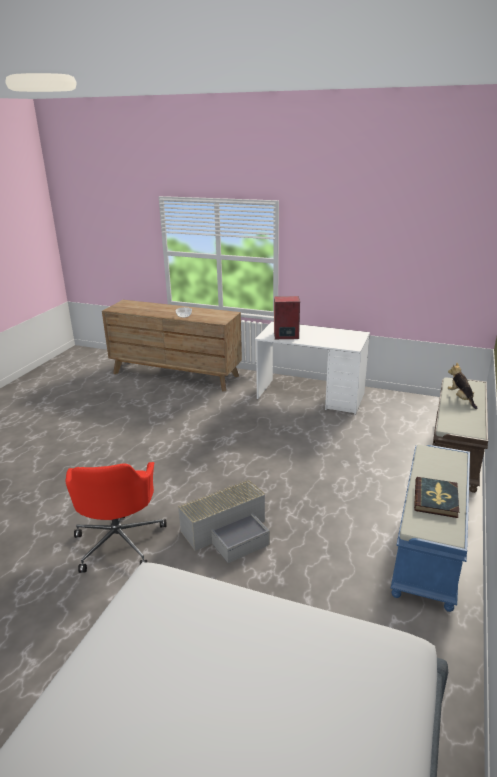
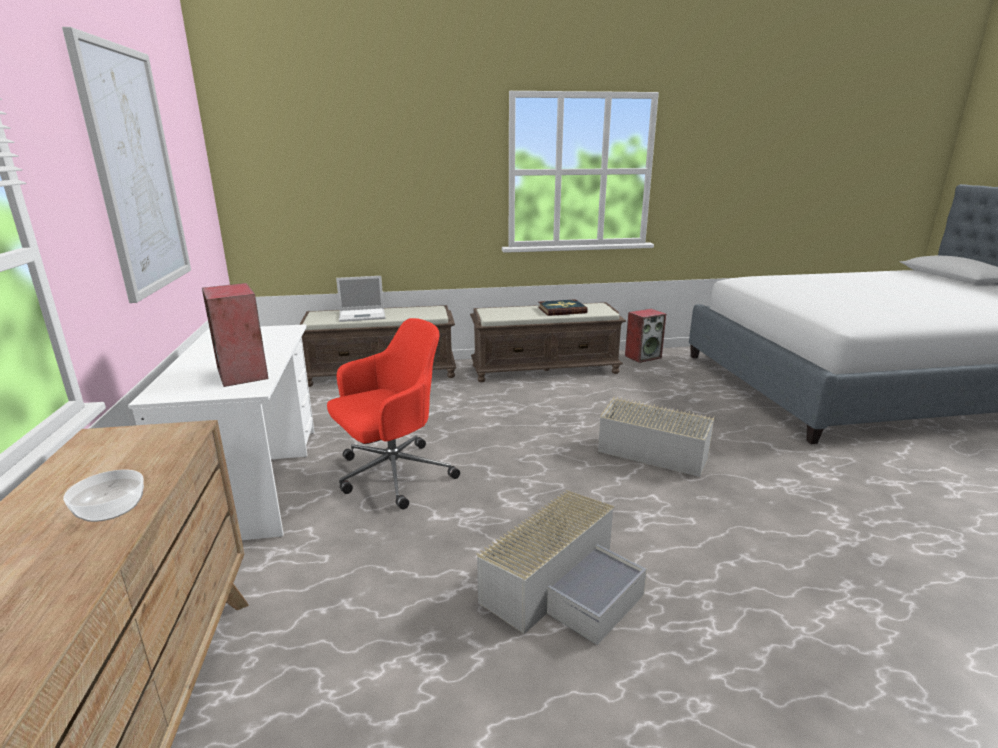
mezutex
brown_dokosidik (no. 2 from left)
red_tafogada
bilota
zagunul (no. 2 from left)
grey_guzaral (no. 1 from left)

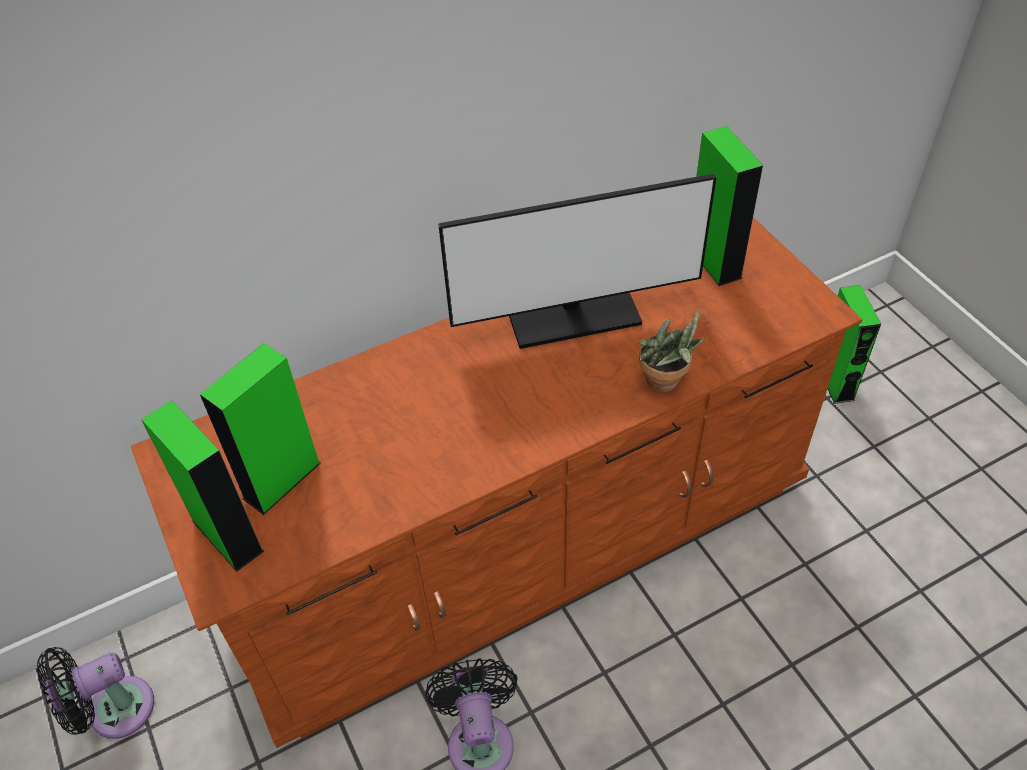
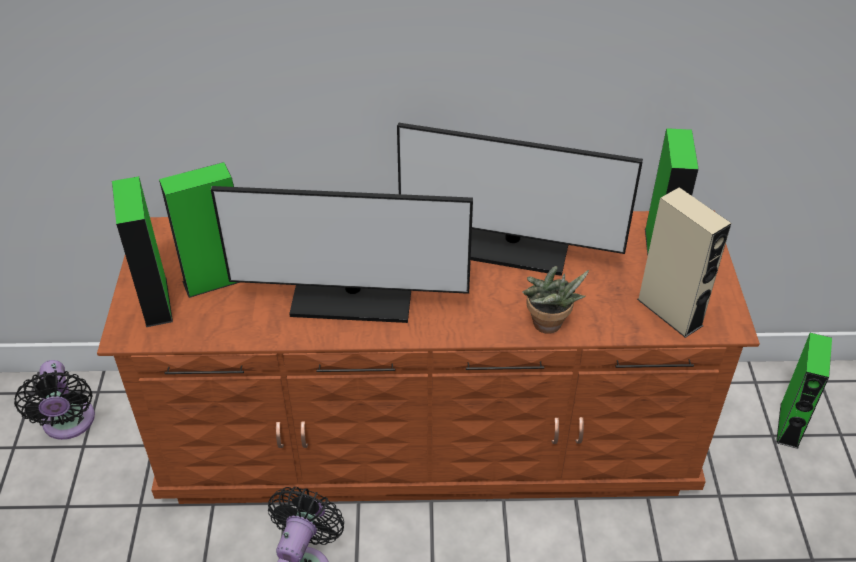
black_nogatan (no. 1 from left)
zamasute (no. 1 from left)
beige_zagunul

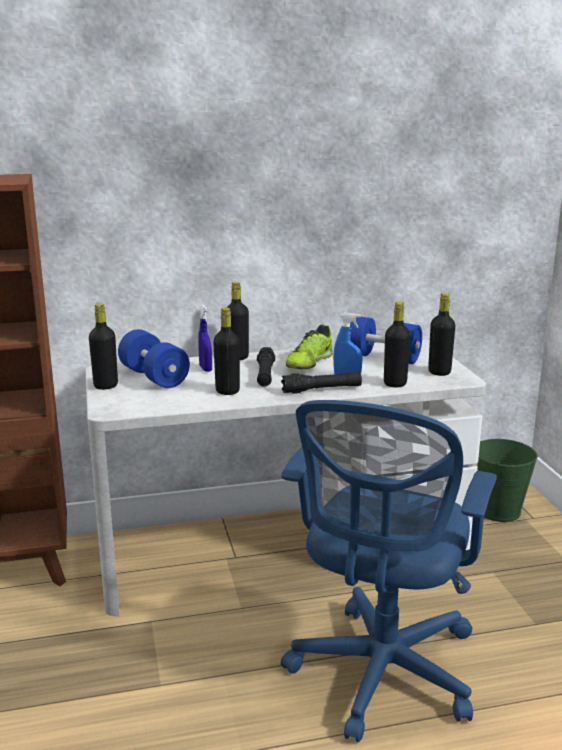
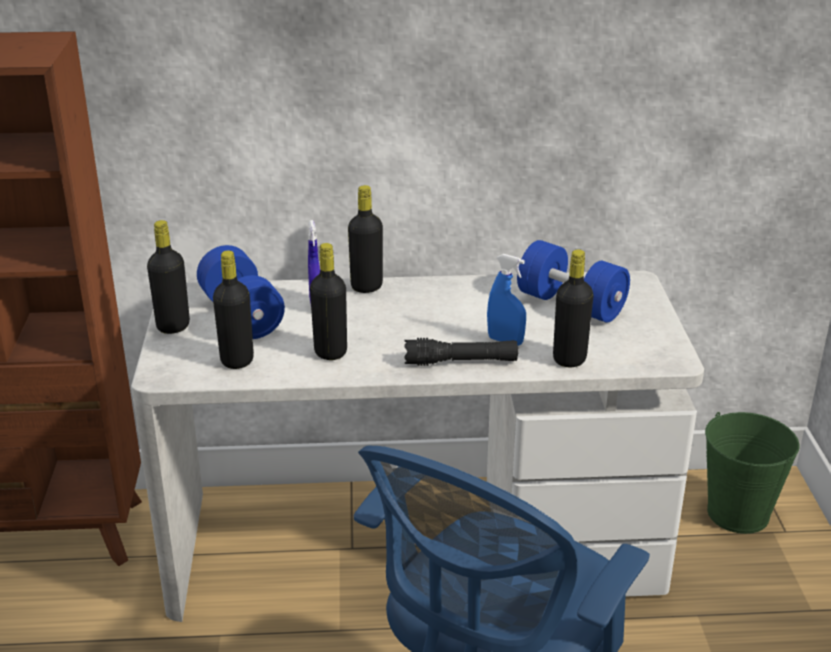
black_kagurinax (no. 2 from left)
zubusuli
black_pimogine (no. 1 from left in the first image)

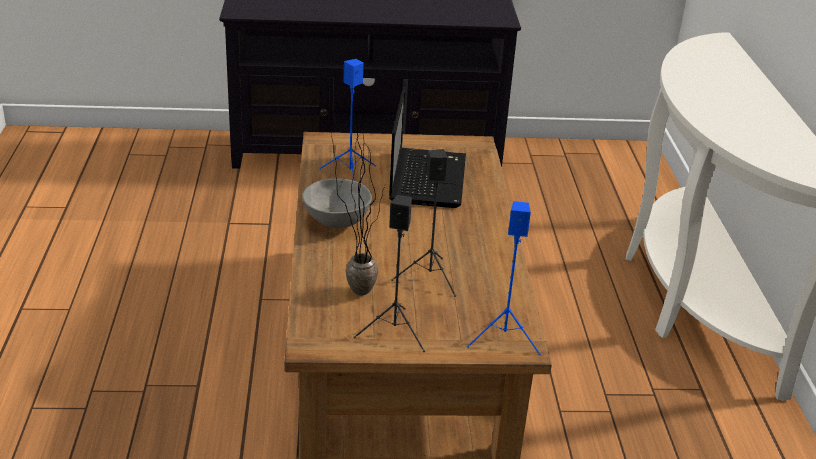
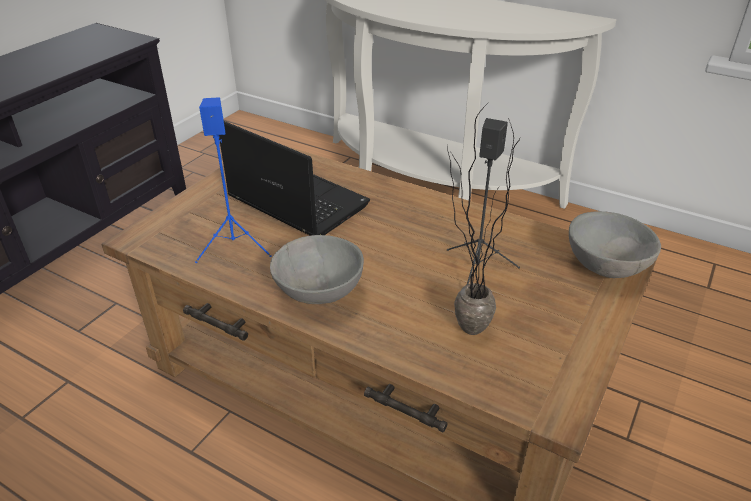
black_zagunul (no. 1 from left in the first image)
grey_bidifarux (no. 2 from left)

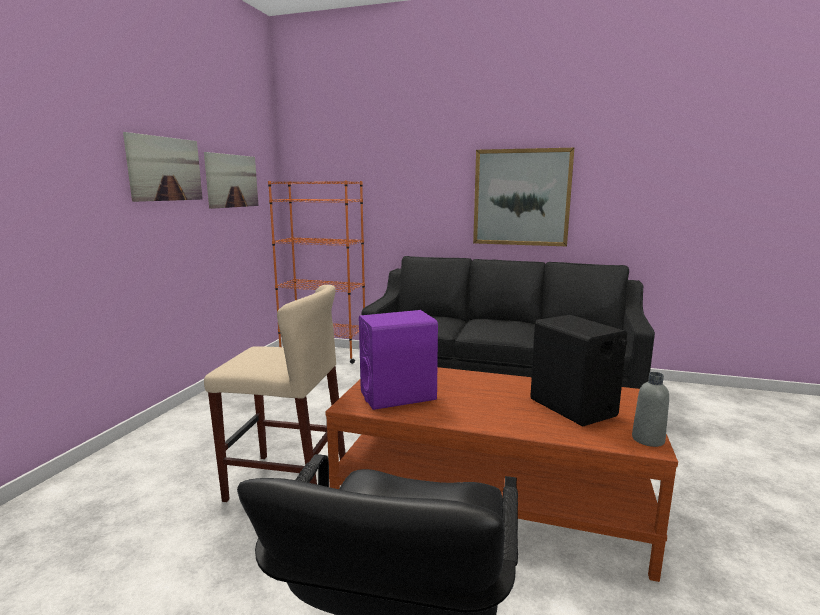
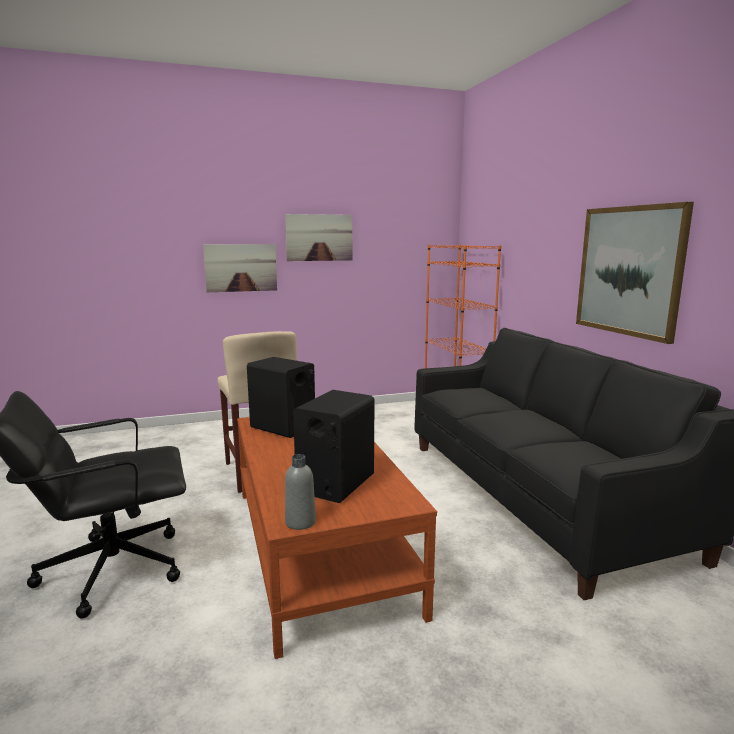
bilota (no. 1 from left)
black_zagunul (no. 1 from left)

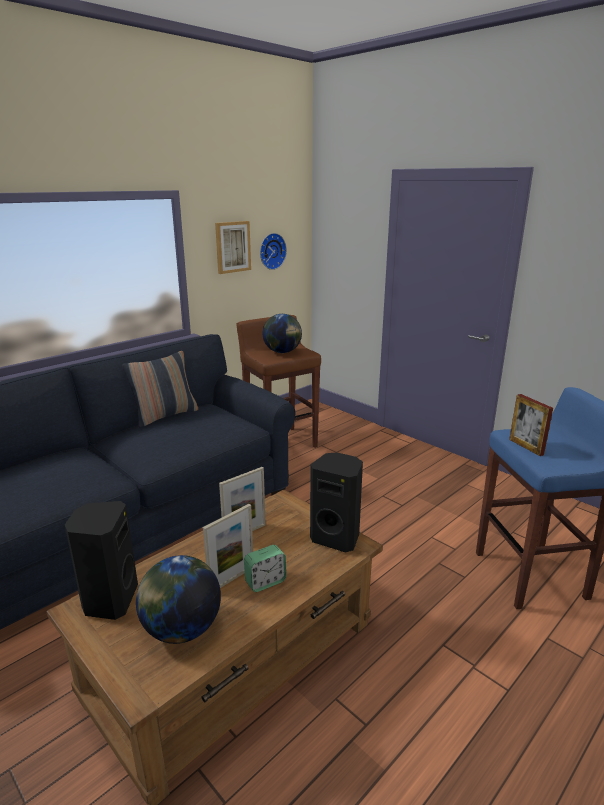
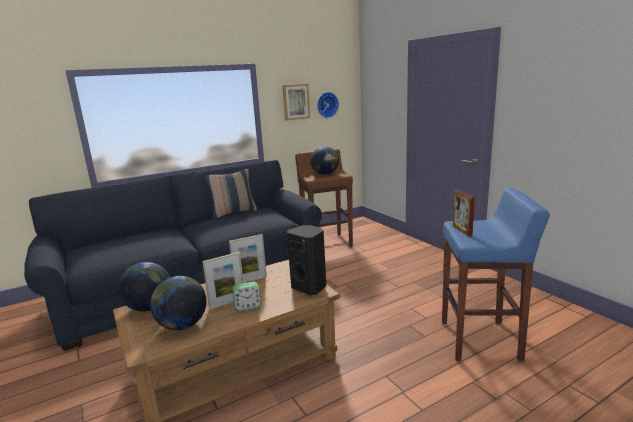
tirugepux (no. 1 from left)

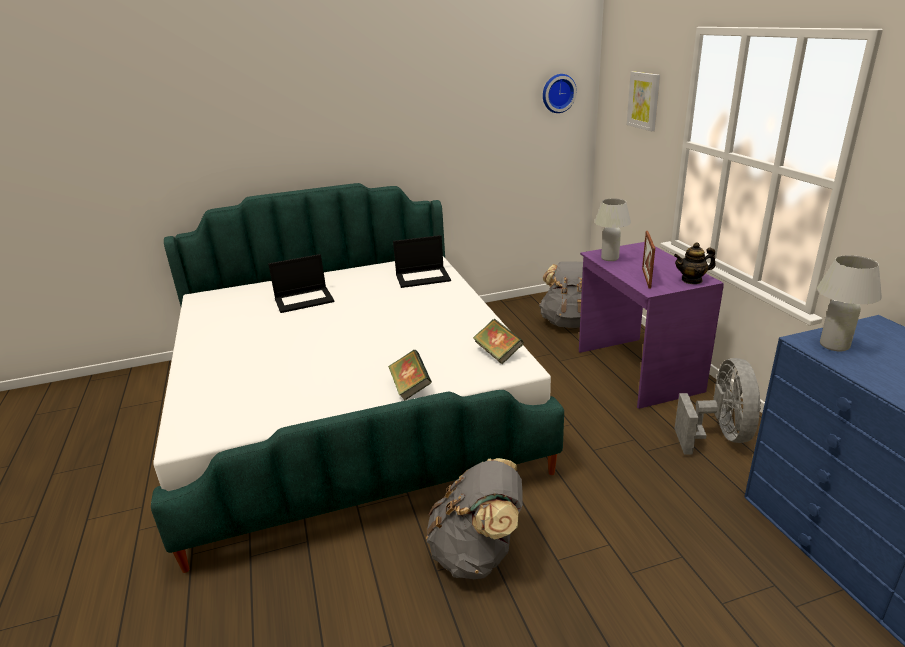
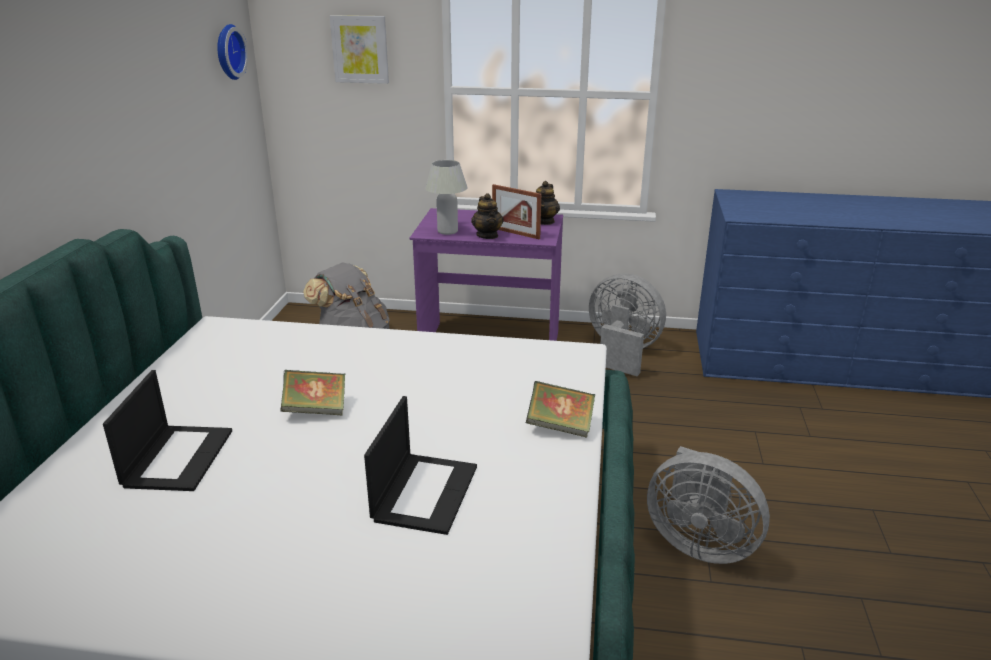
mezutex (no. 2 from left)
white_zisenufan (no. 2 from left in the first image)
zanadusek (no. 1 from left)
grey_nogatan (no. 2 from left)
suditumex (no. 1 from left)

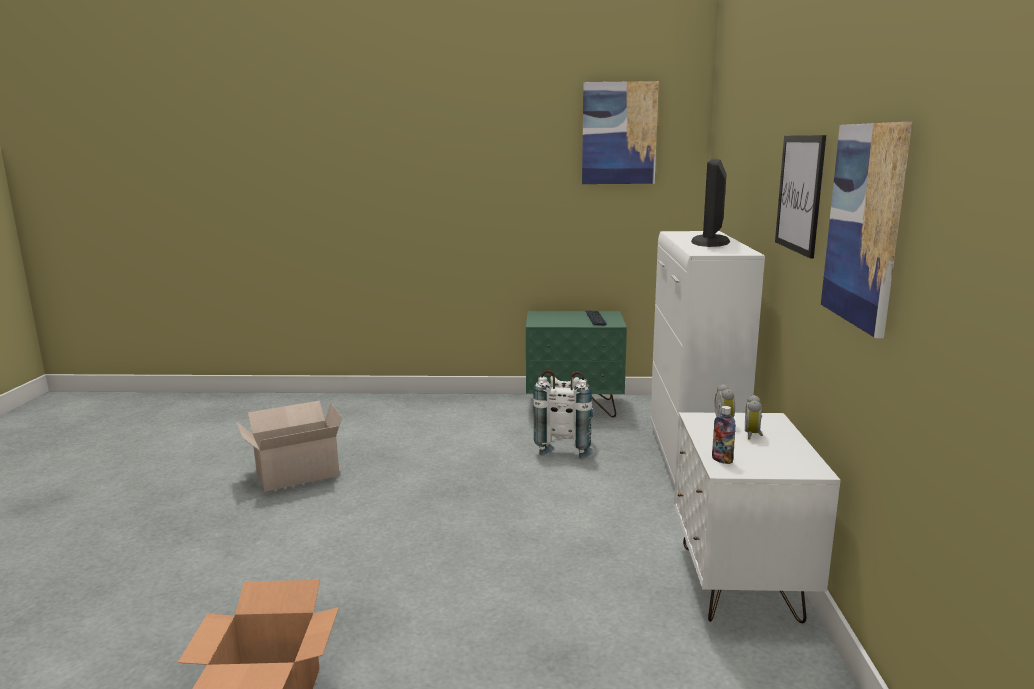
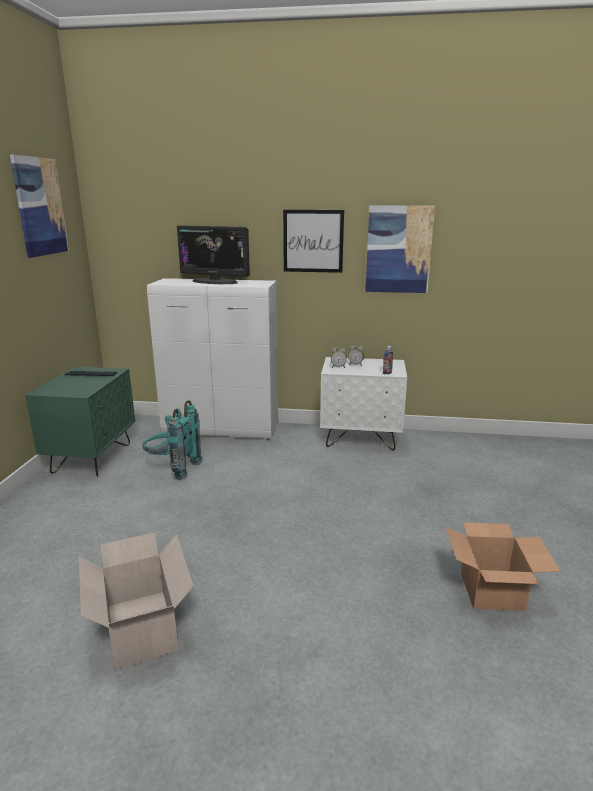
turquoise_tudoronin

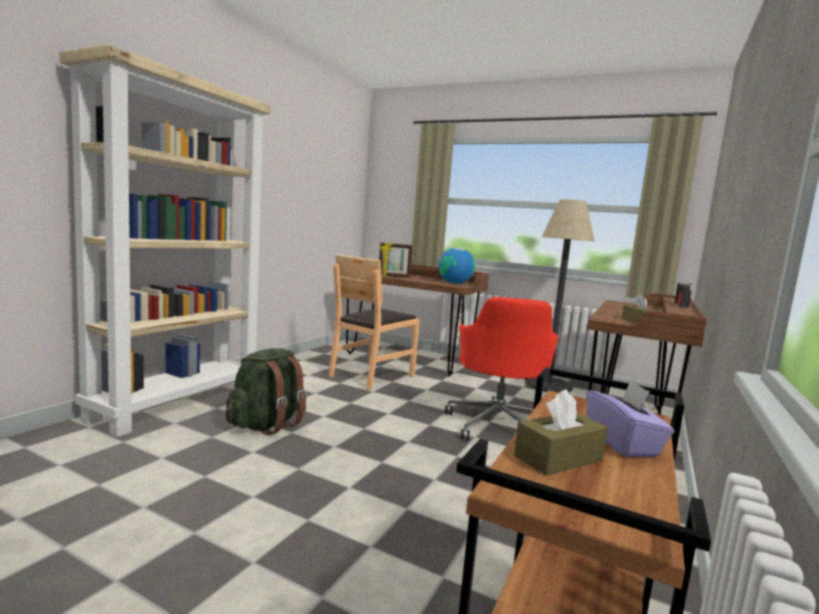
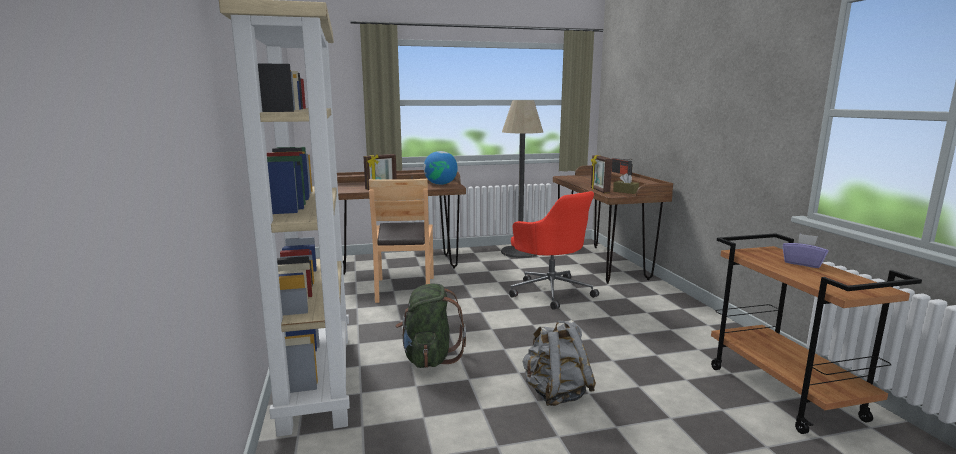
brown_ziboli (no. 1 from left in the first image)
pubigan (no. 2 from left)
grey_tudoronin

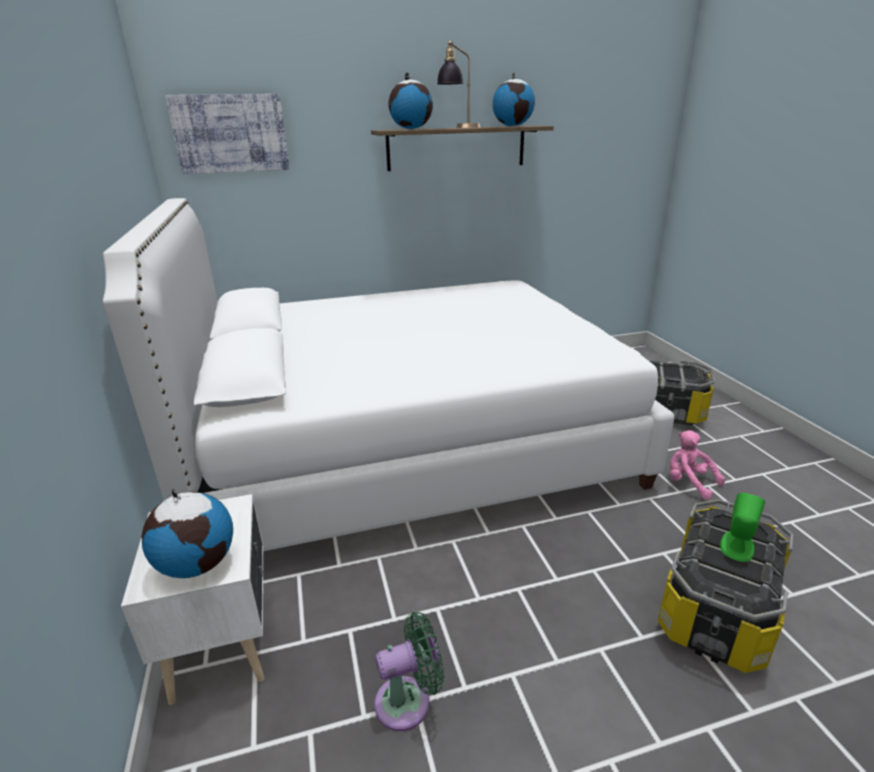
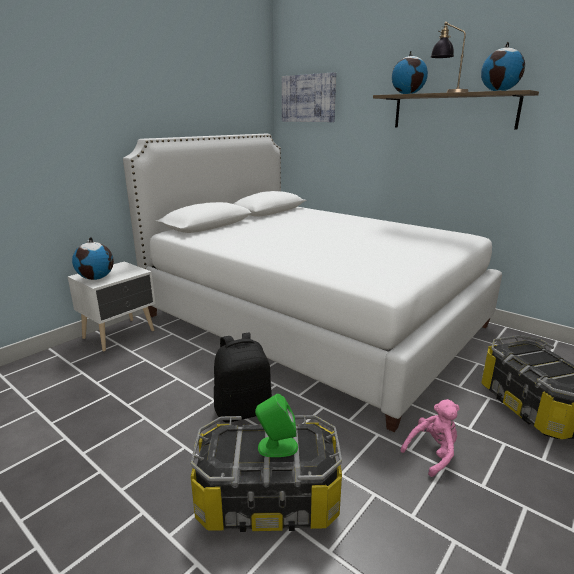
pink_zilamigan
green_nogatan
black_tudoronin

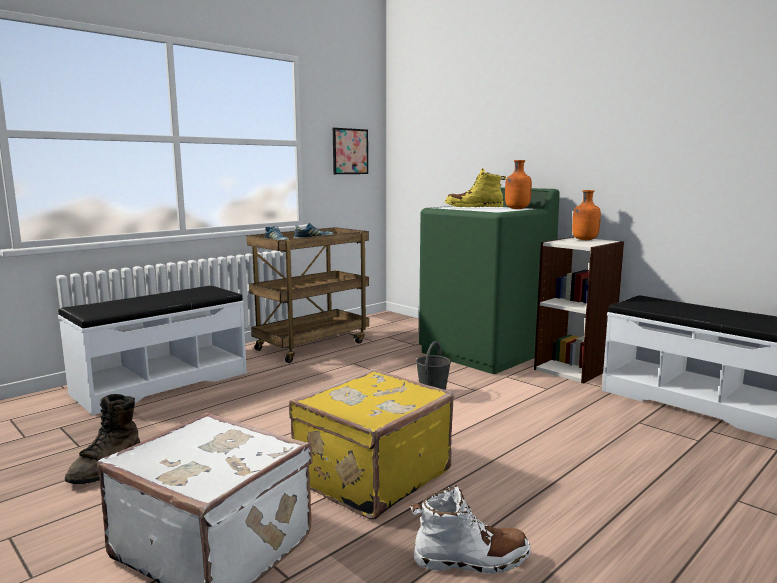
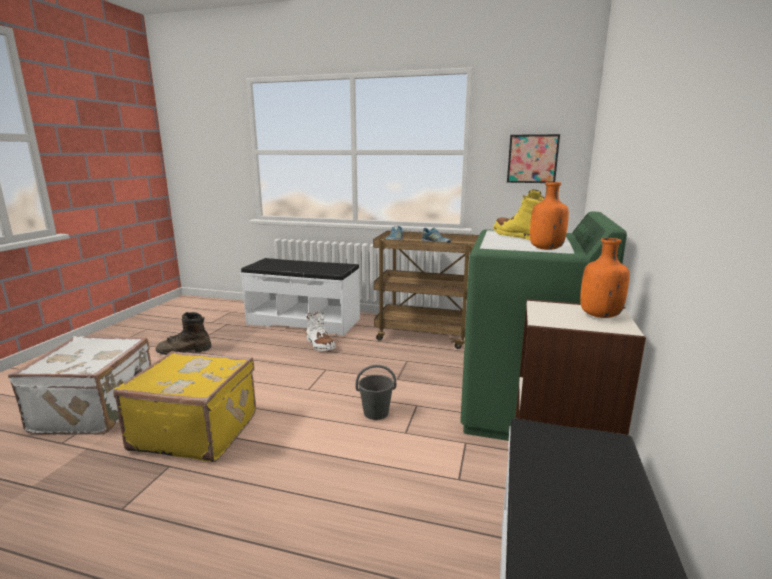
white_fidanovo

